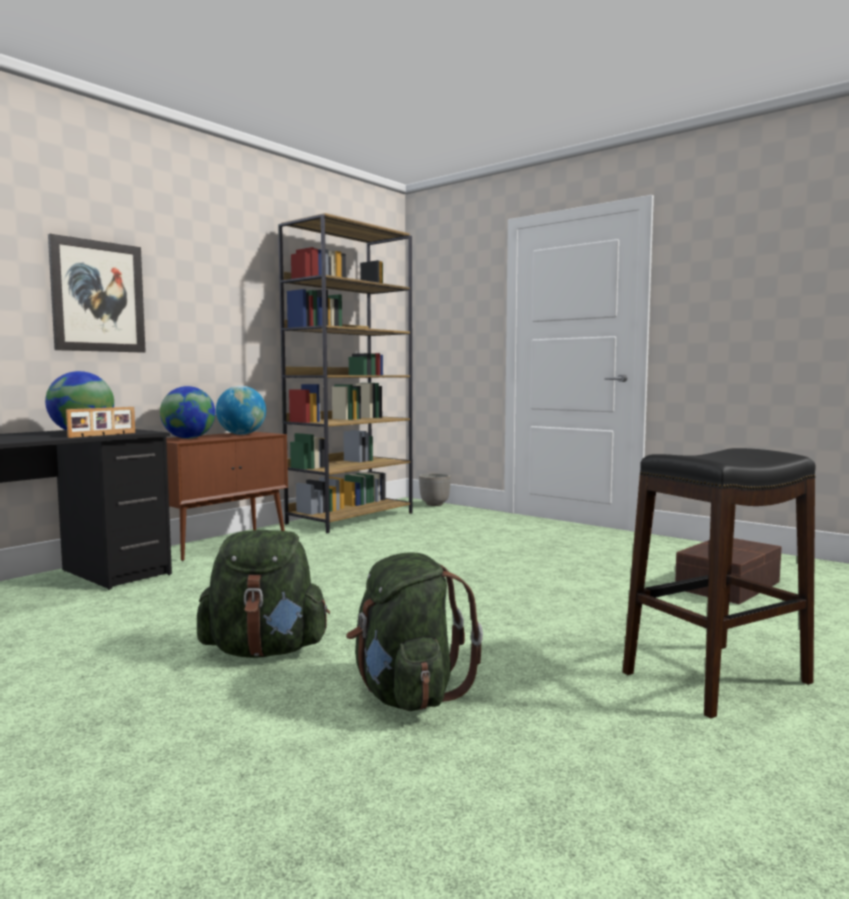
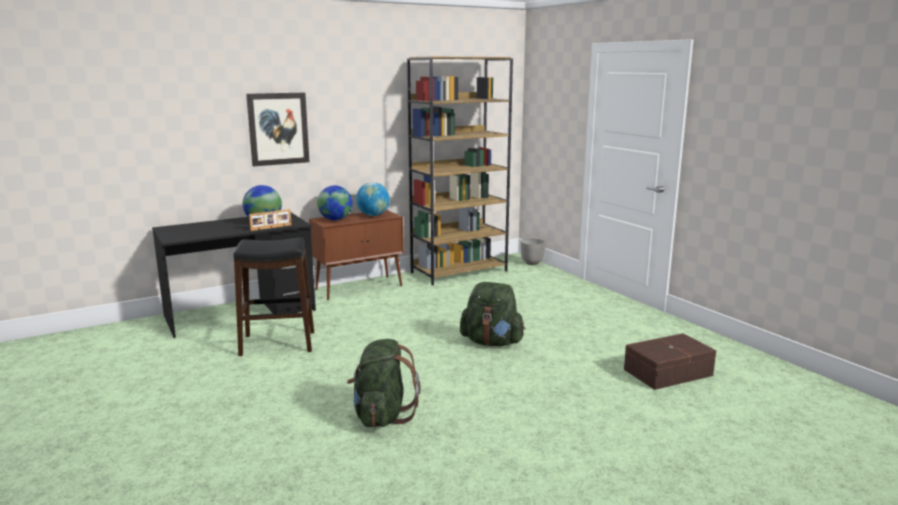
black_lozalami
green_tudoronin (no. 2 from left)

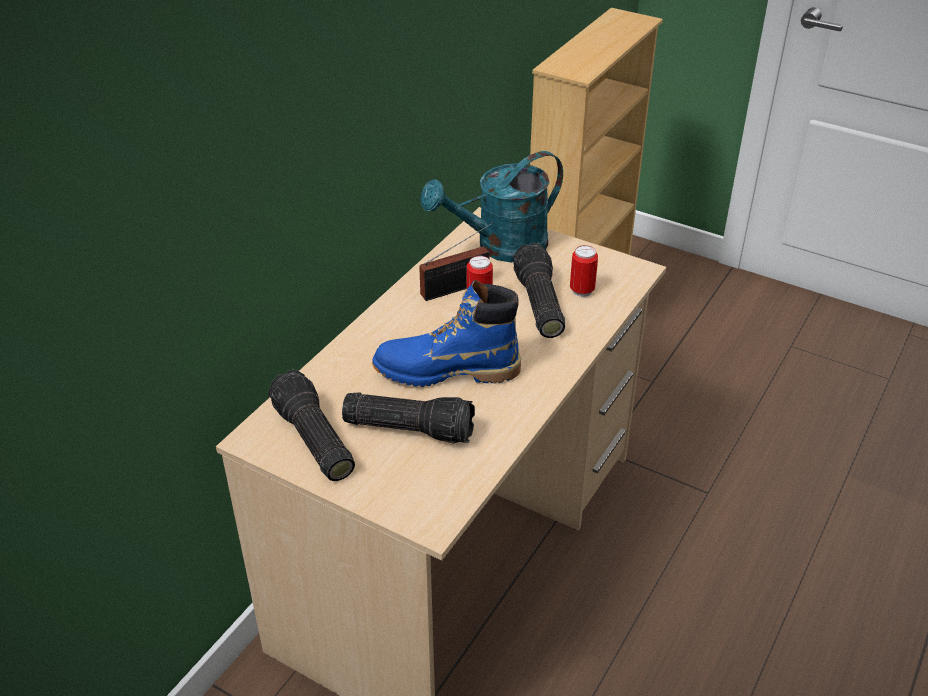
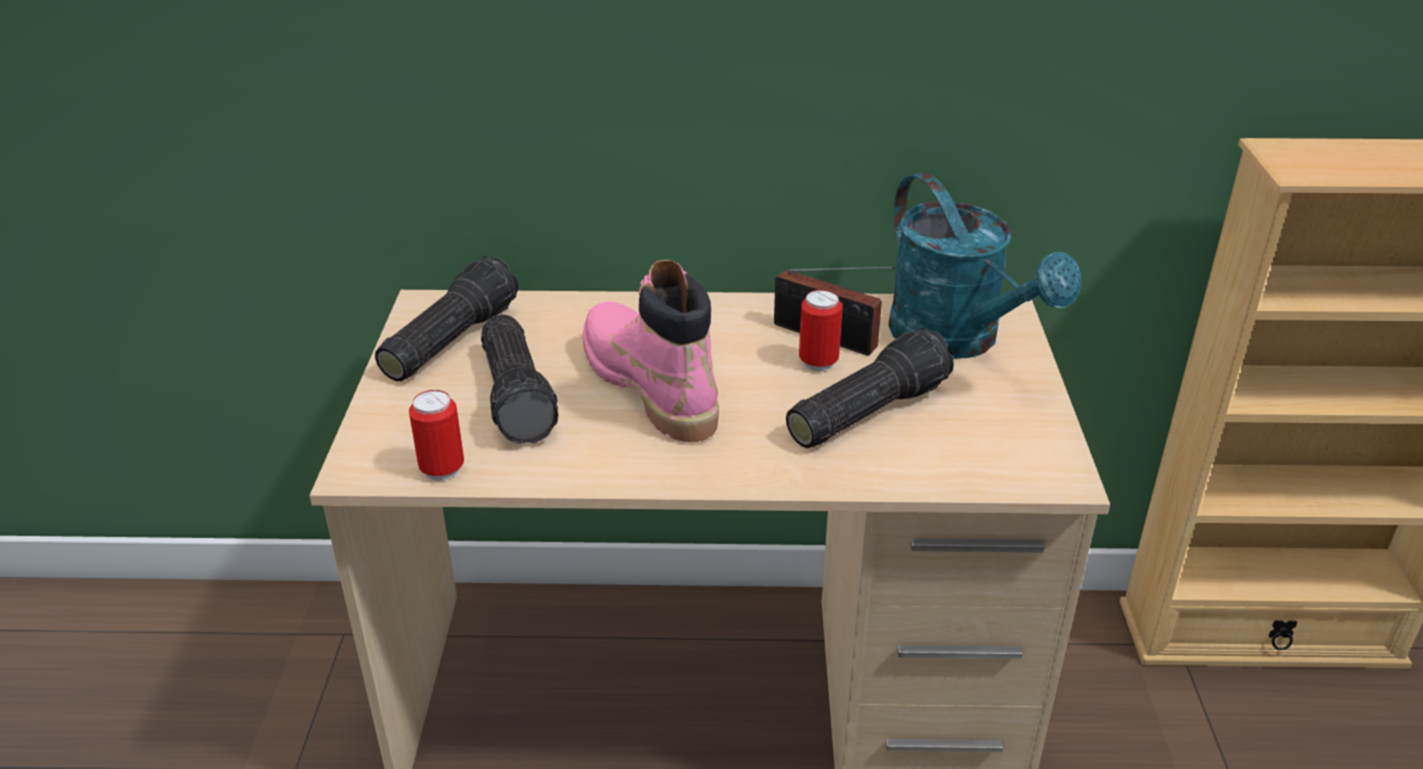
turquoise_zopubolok
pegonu (no. 1 from left)
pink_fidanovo

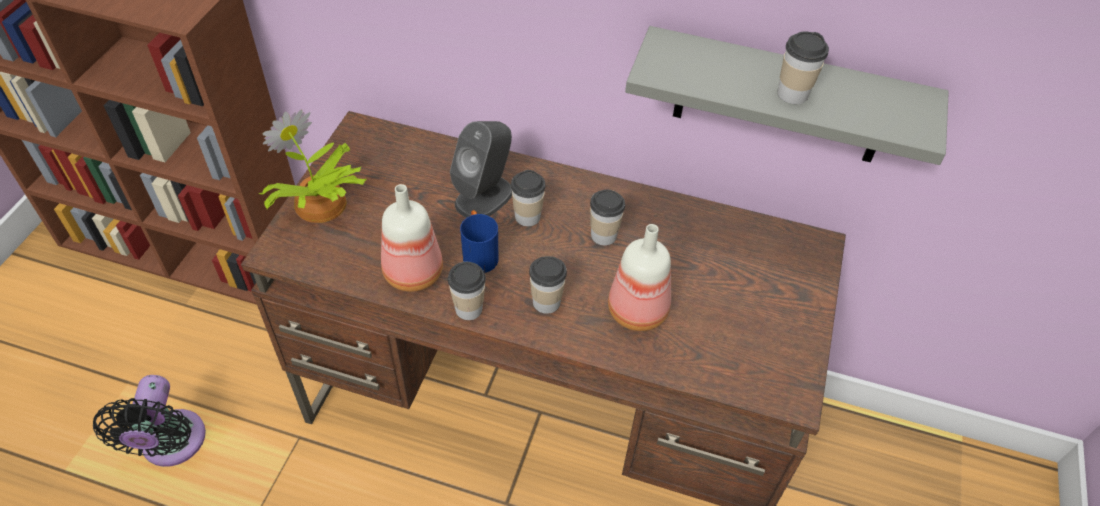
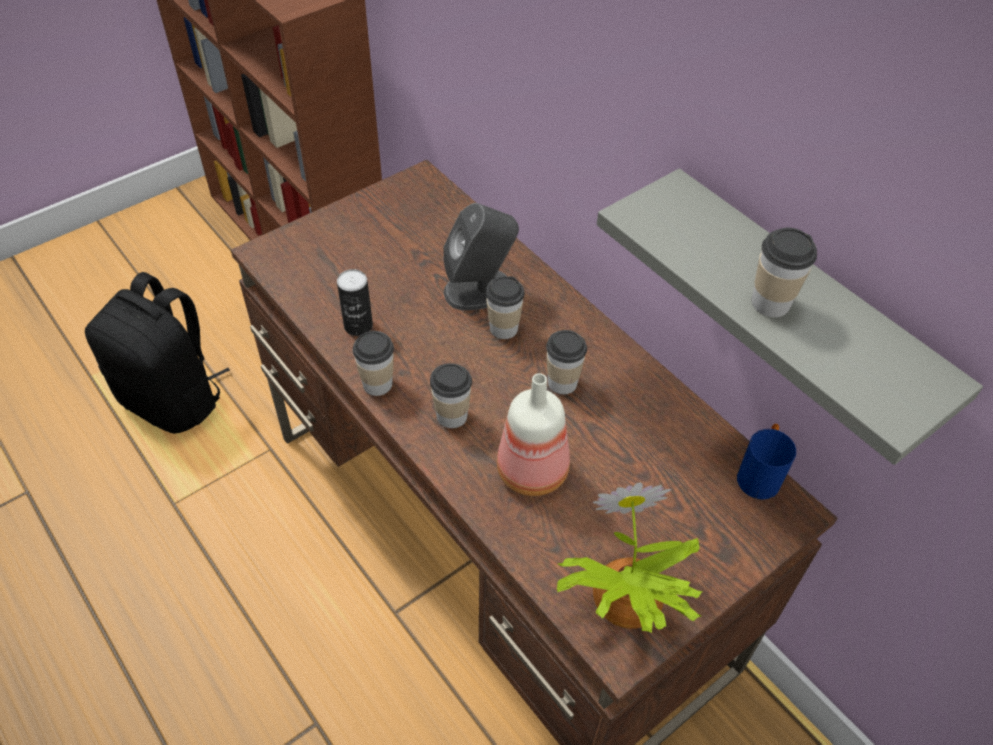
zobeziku
pegonu
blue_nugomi
black_tudoronin

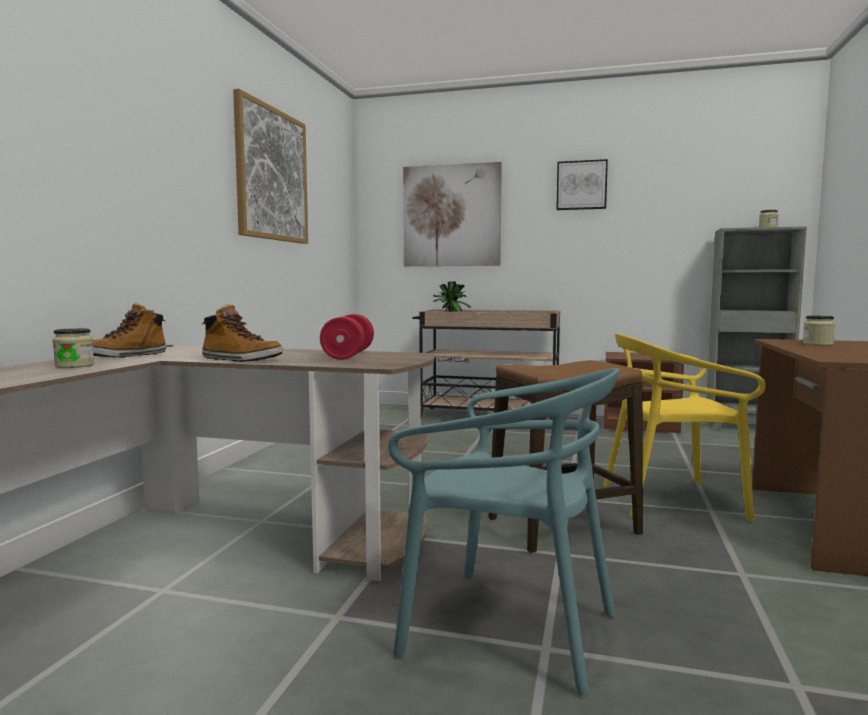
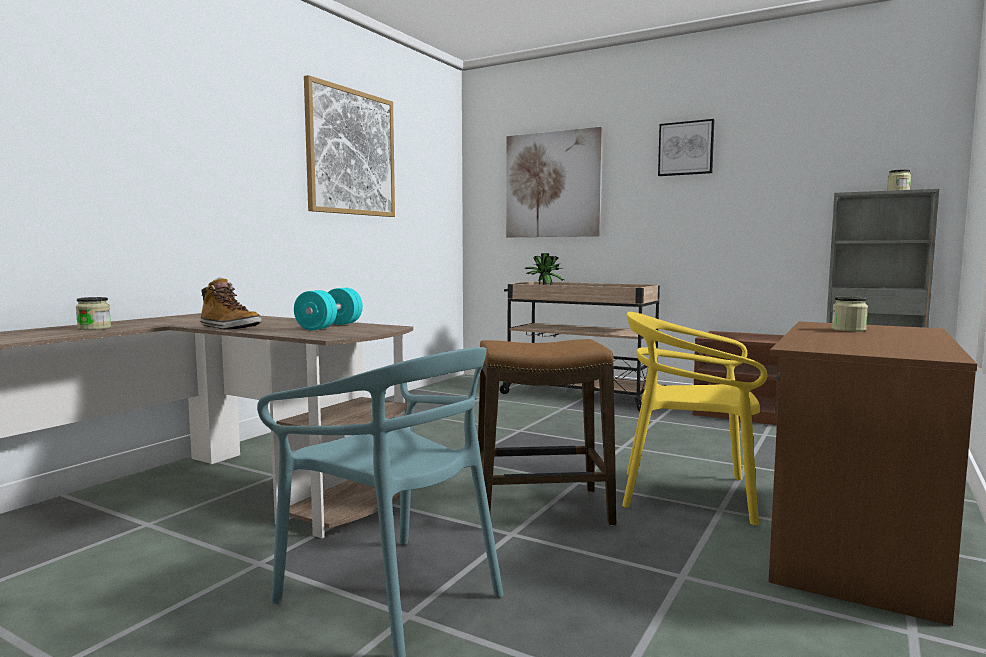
fidanovo (no. 1 from left in the first image)
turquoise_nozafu

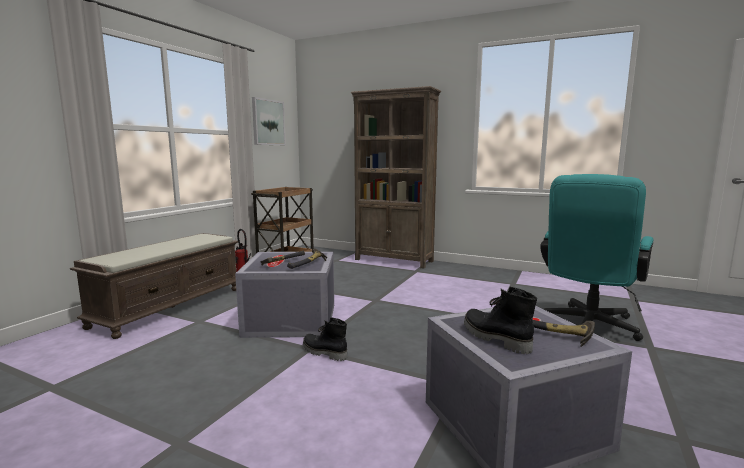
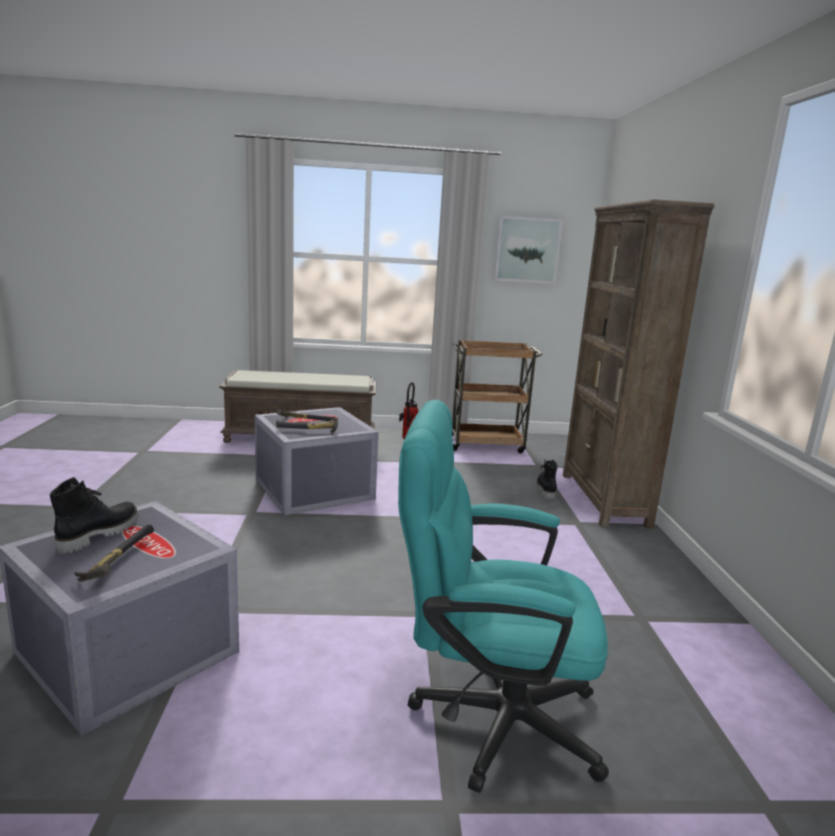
black_fidanovo (no. 2 from left)

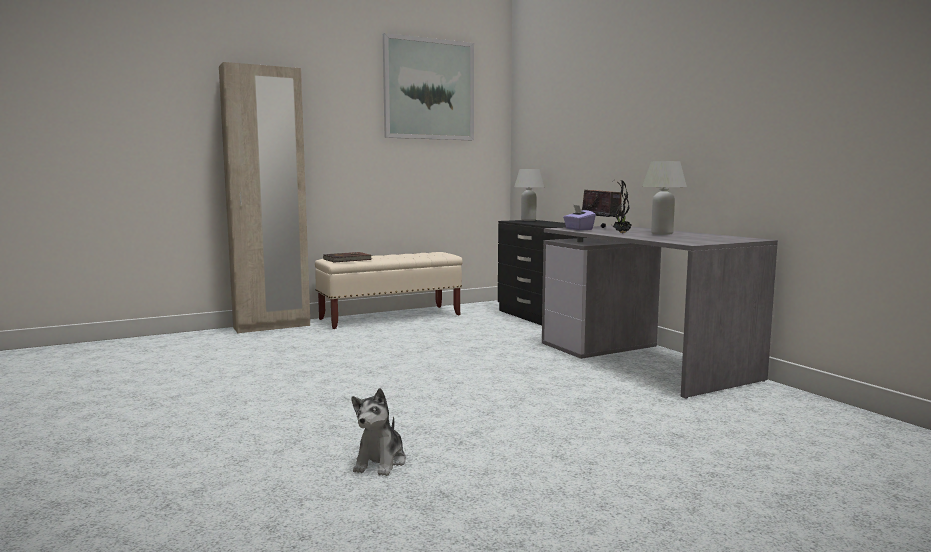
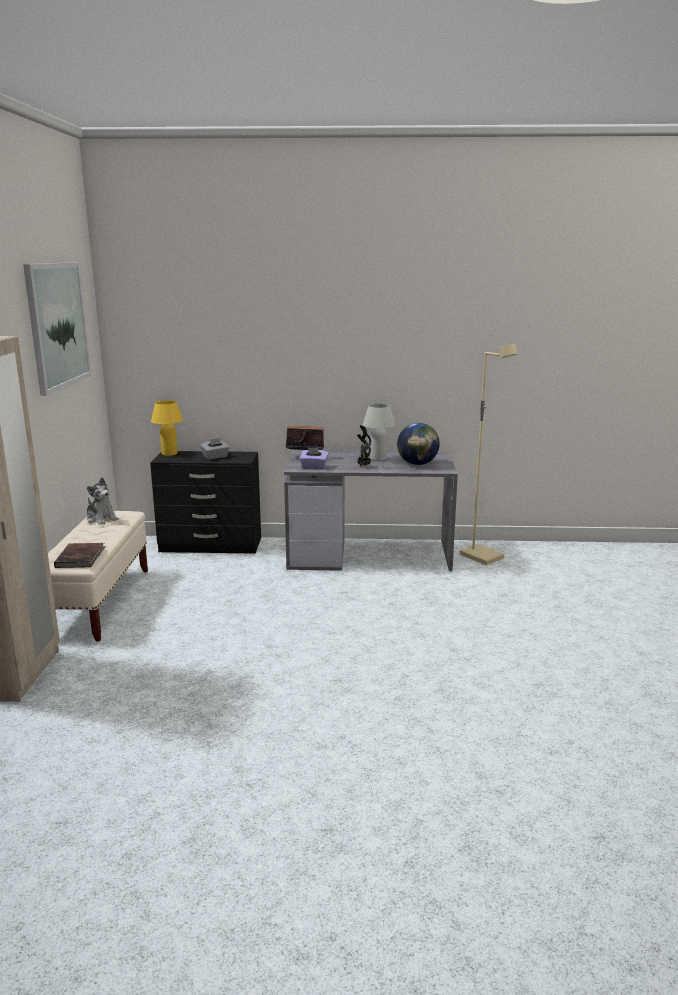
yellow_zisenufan
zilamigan
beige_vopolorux
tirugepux
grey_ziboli

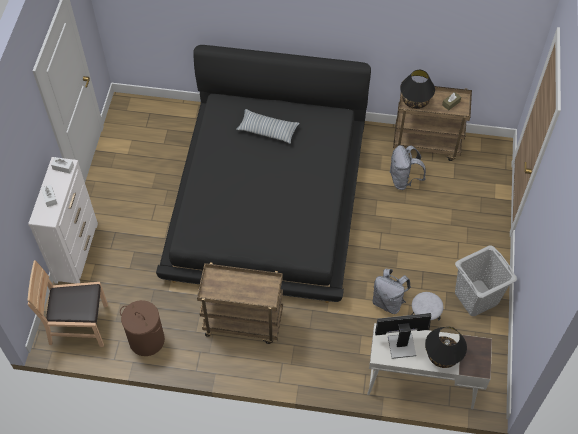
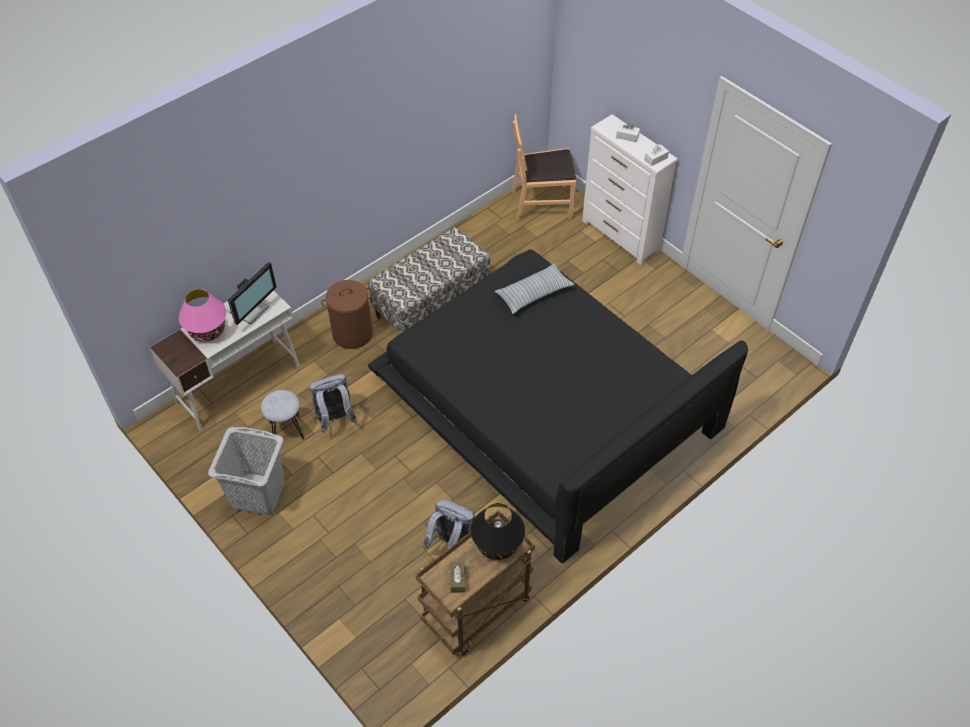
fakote
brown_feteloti
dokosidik
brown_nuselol
pink_zisenufan

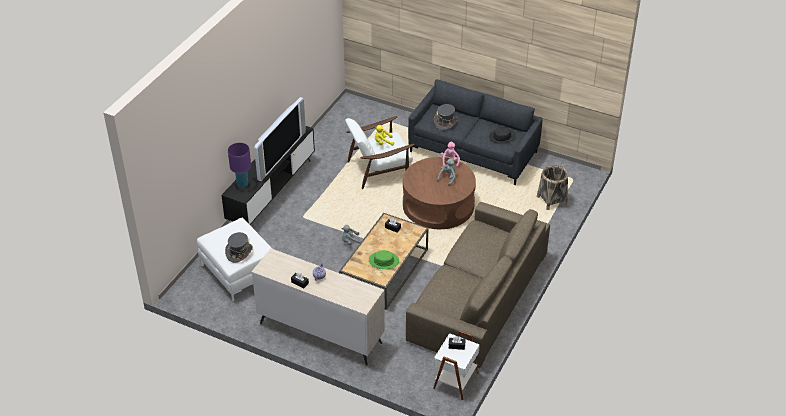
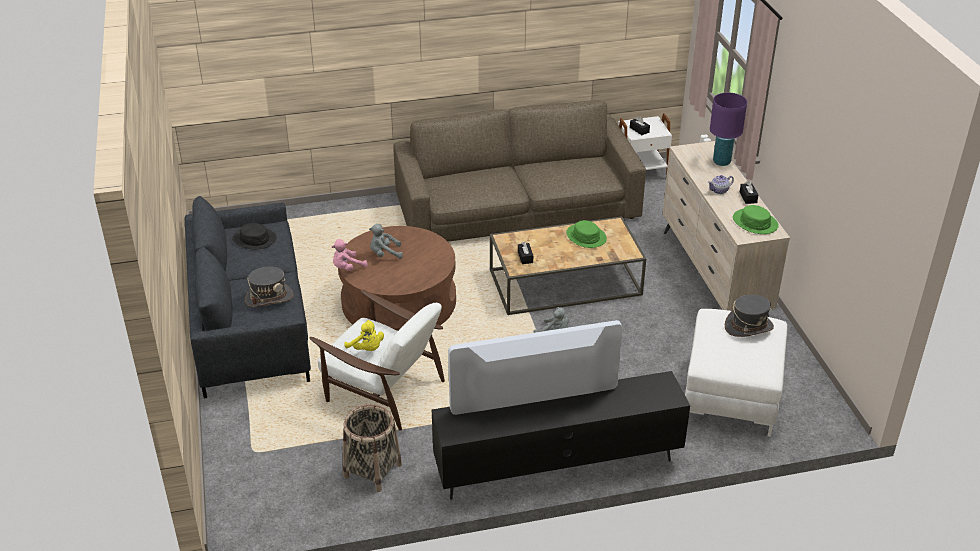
purple_zisenufan
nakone
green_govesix (no. 2 from left)

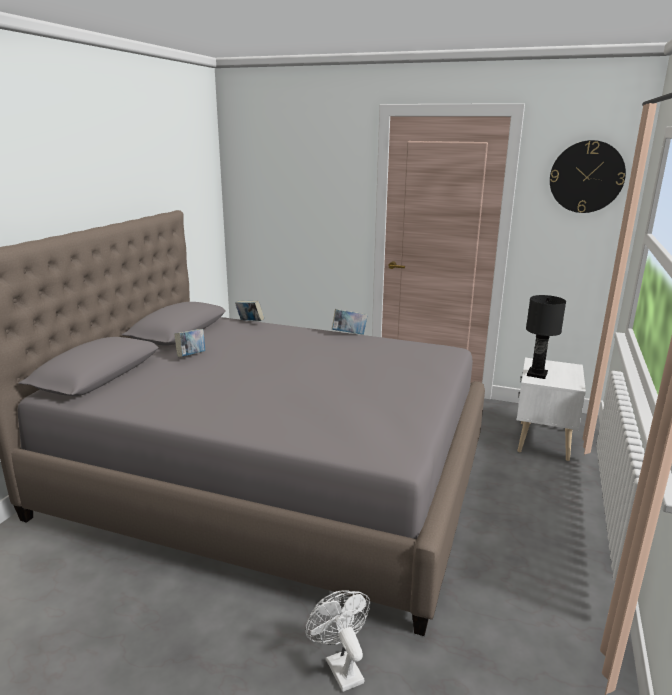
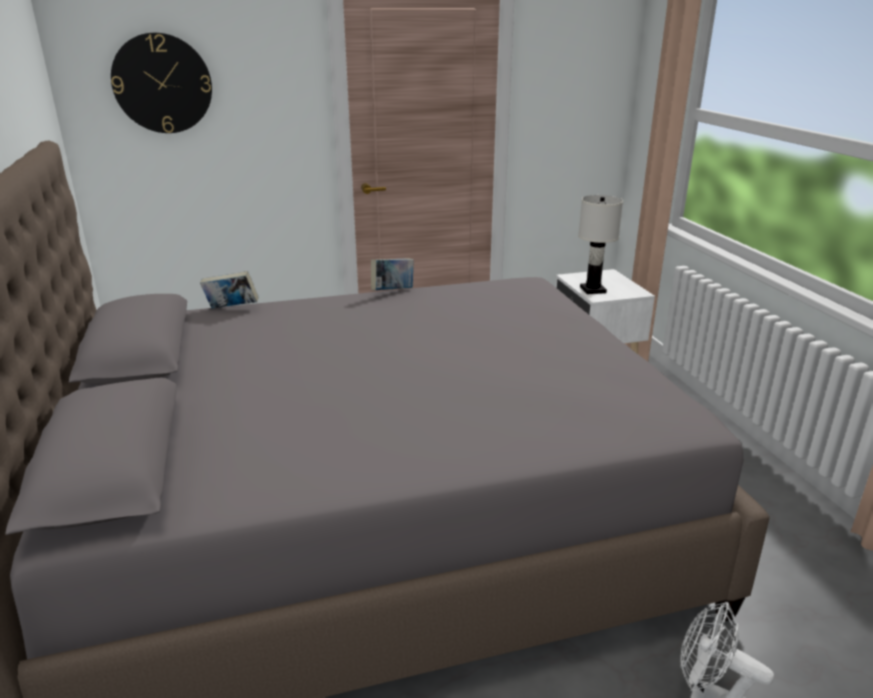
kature
white_zisenufan
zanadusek (no. 1 from left in the first image)

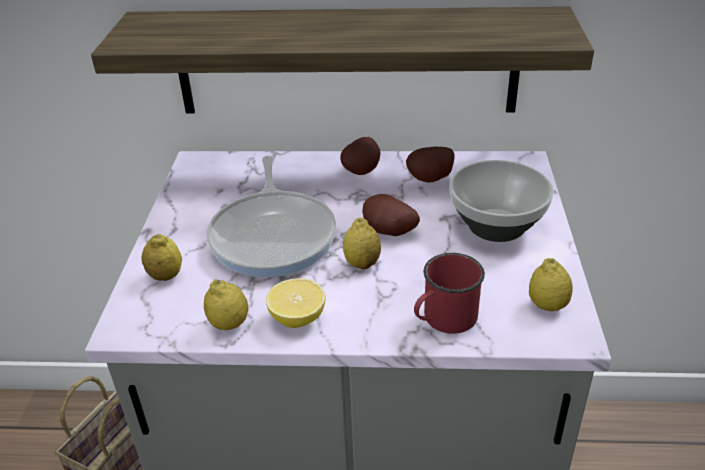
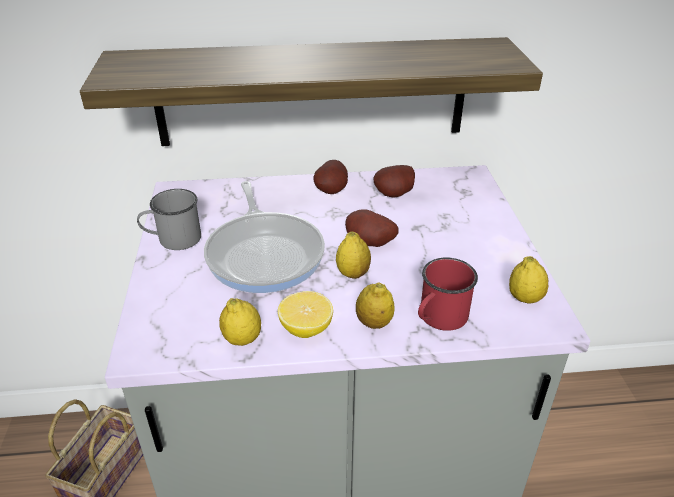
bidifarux
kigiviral (no. 4 from left)
grey_nugomi

